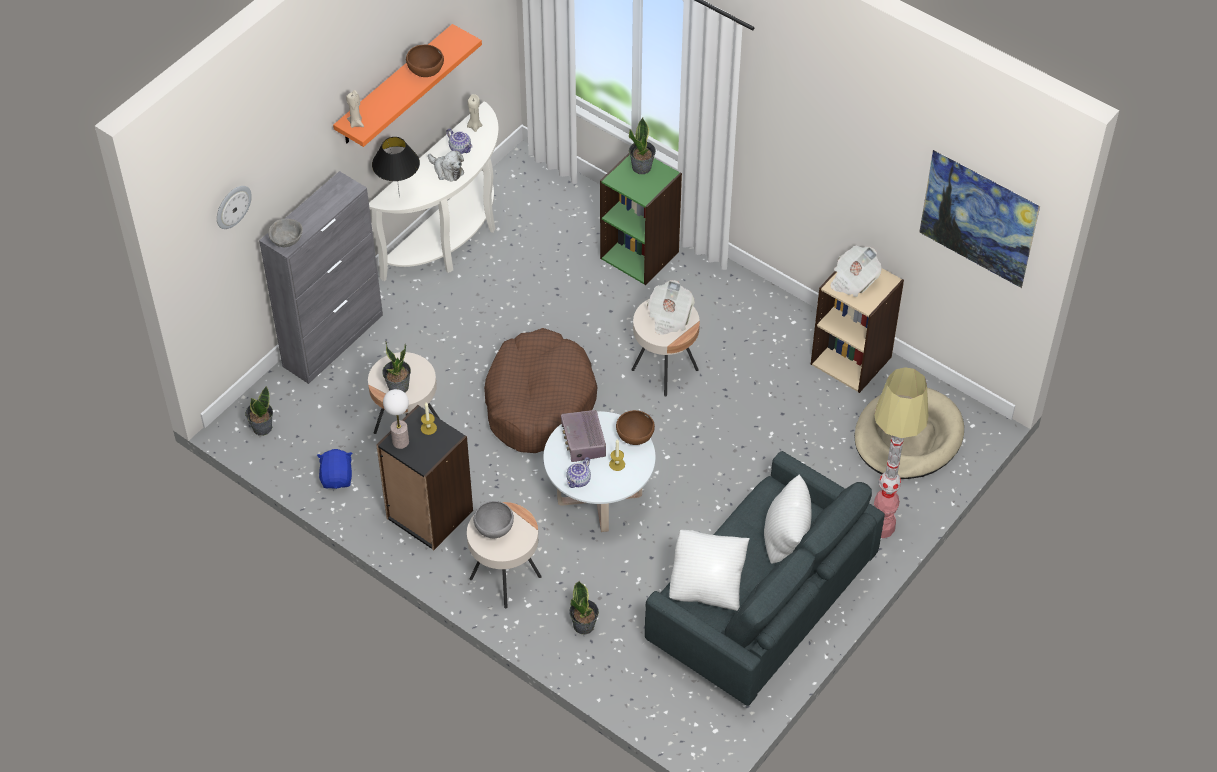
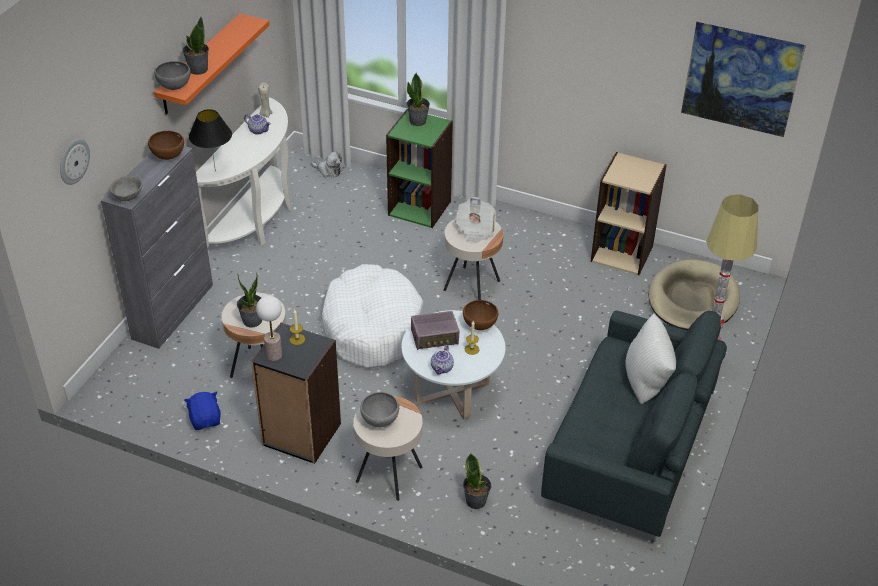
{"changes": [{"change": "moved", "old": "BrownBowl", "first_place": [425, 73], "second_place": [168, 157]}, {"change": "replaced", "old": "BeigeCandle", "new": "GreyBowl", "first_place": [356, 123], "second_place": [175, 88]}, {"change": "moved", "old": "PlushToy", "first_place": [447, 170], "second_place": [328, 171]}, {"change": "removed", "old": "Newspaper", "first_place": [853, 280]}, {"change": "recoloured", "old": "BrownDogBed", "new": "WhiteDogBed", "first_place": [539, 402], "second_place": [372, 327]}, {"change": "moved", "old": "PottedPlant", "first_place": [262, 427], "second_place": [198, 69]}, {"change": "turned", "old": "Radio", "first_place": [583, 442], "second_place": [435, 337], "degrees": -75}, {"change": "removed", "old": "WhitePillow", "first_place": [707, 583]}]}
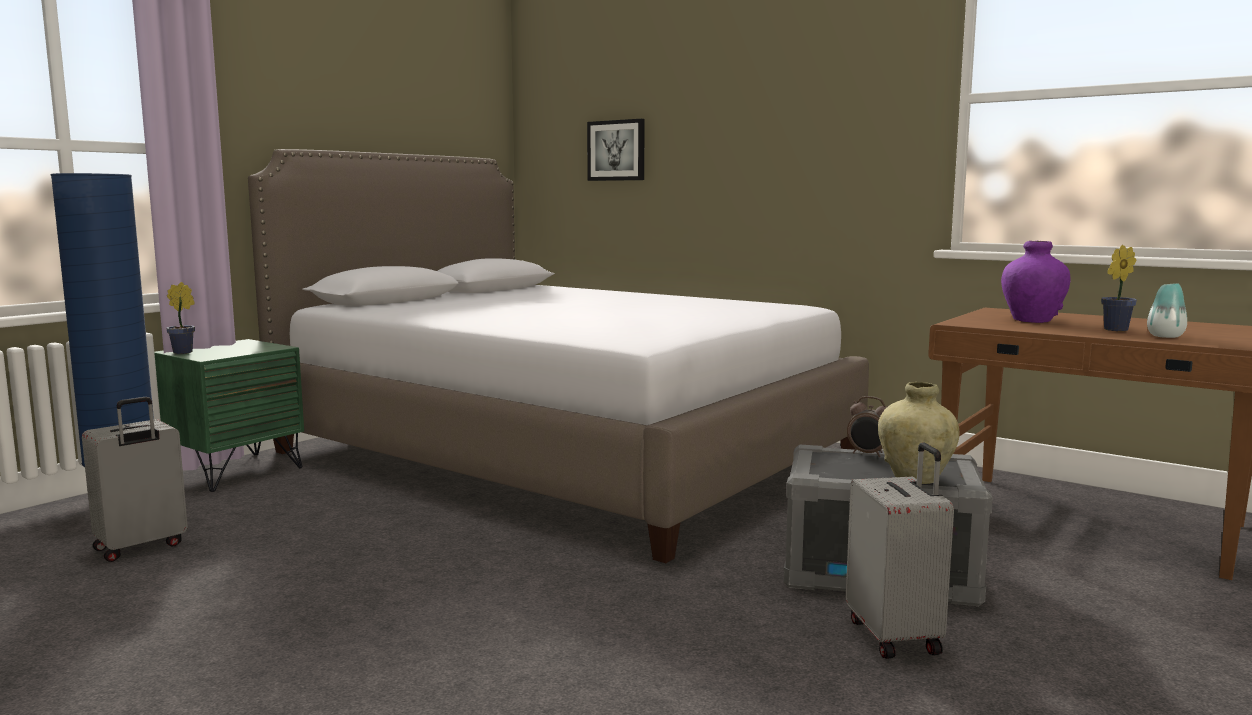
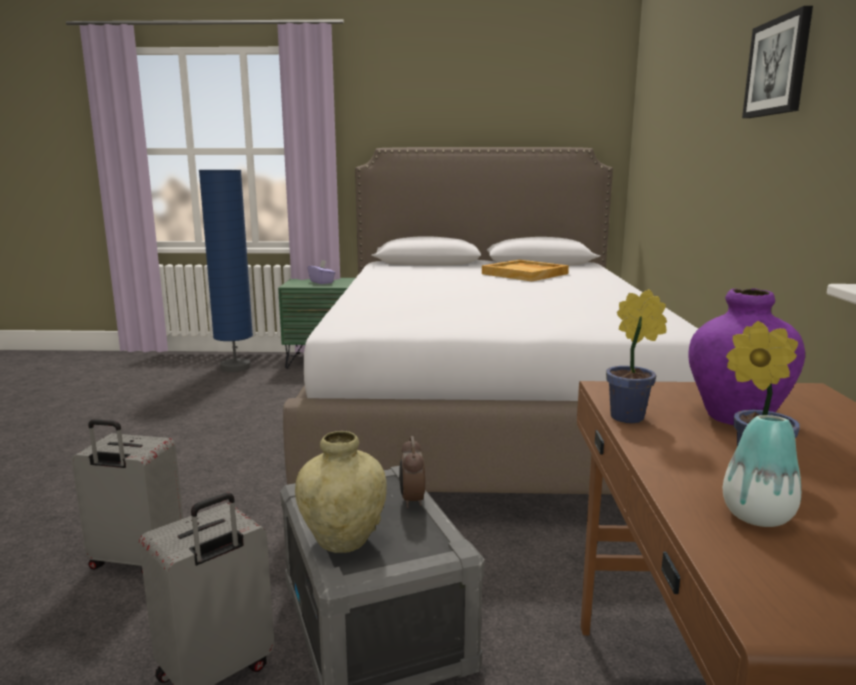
{"changes": [{"change": "moved", "old": "Picture", "first_place": [616, 150], "second_place": [778, 67]}, {"change": "moved", "old": "PottedPlant", "first_place": [185, 352], "second_place": [632, 417]}, {"change": "moved", "old": "GreySuitcase", "first_place": [141, 547], "second_place": [135, 561]}, {"change": "added", "new": "PurpleTissueBox", "second_place": [322, 282]}, {"change": "added", "new": "BeigeTray", "second_place": [525, 274]}]}
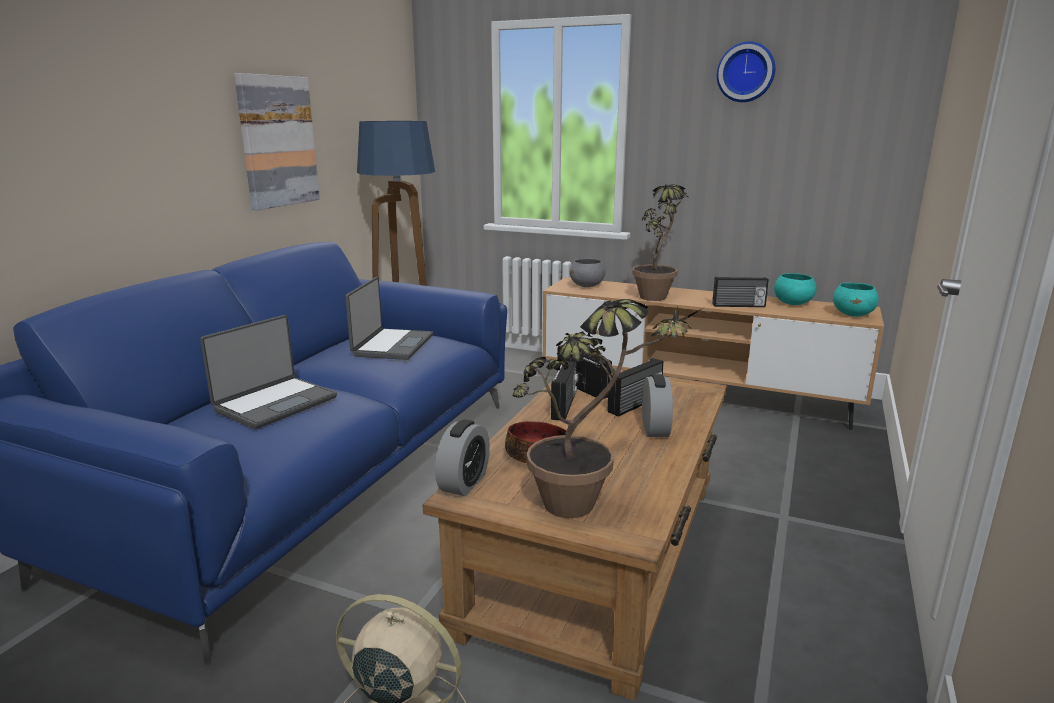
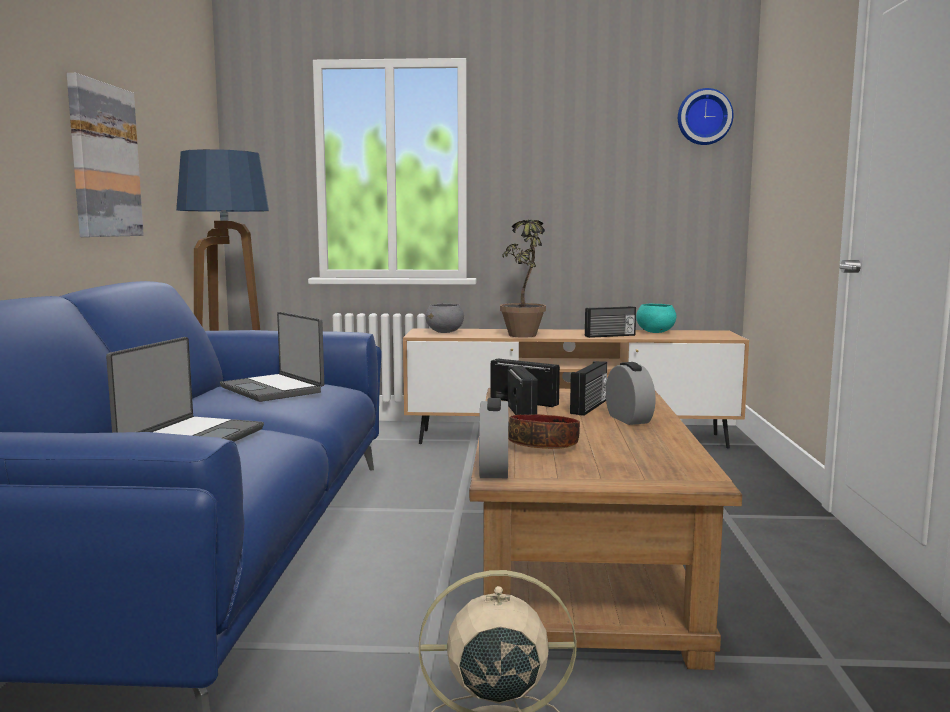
{"changes": [{"change": "moved", "old": "WallClock", "first_place": [746, 72], "second_place": [704, 117]}, {"change": "turned", "old": "Laptop", "first_place": [391, 345], "second_place": [273, 389], "degrees": 150}, {"change": "removed", "old": "TurquoiseBowl", "first_place": [853, 314]}, {"change": "removed", "old": "PottedPlant", "first_place": [588, 505]}]}
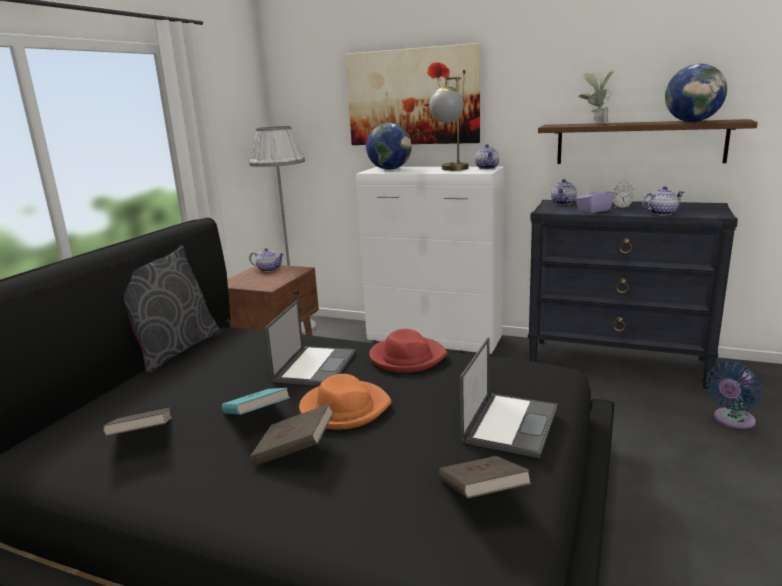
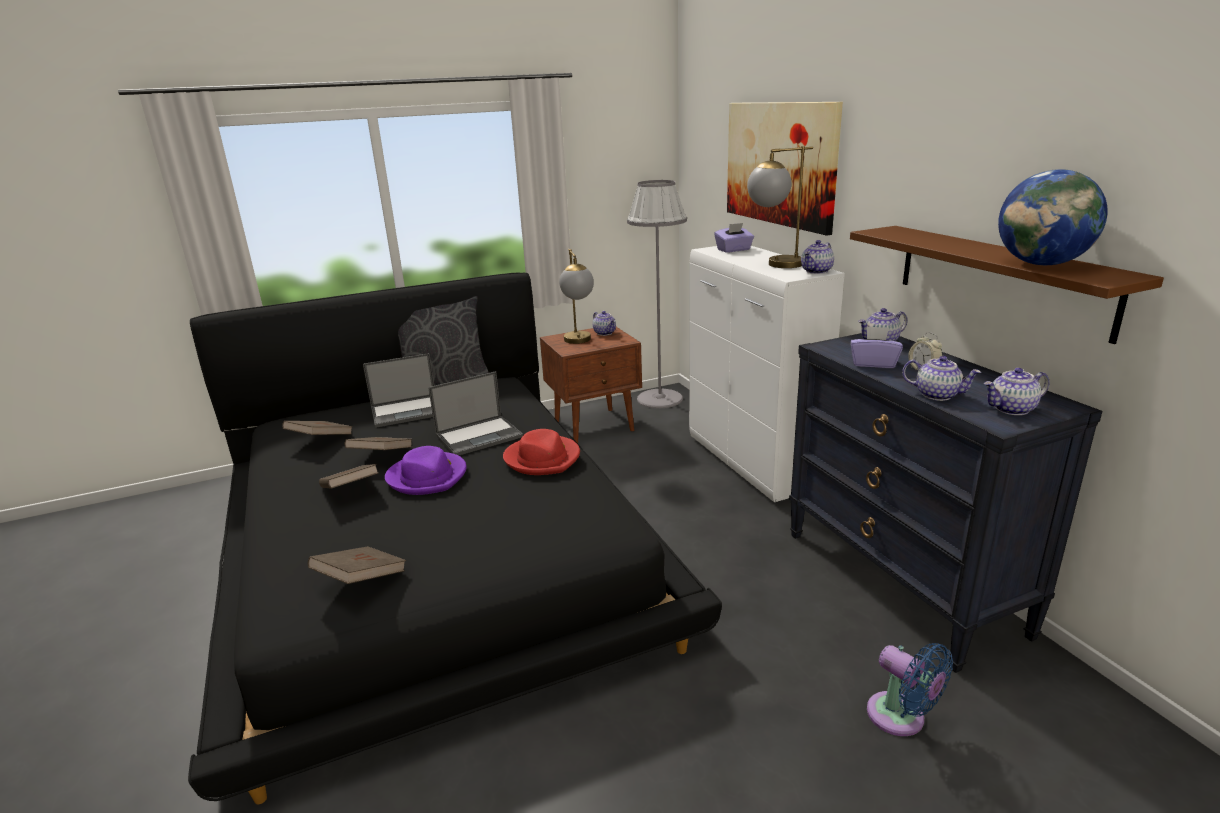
{"changes": [{"change": "removed", "old": "PottedPlant", "first_place": [595, 124]}, {"change": "replaced", "old": "Globe", "new": "PurpleTissueBox", "first_place": [389, 169], "second_place": [734, 250]}, {"change": "moved", "old": "Laptop", "first_place": [510, 423], "second_place": [408, 411]}, {"change": "turned", "old": "BlueFan", "first_place": [732, 420], "second_place": [901, 718], "degrees": -135}, {"change": "recoloured", "old": "OrangeHat", "new": "PurpleHat", "first_place": [344, 408], "second_place": [428, 476]}, {"change": "recoloured", "old": "TurquoiseBook", "new": "BrownBook", "first_place": [256, 417], "second_place": [381, 456]}, {"change": "added", "new": "TableLamp", "second_place": [579, 342]}, {"change": "added", "new": "Teapot", "second_place": [1011, 409]}]}
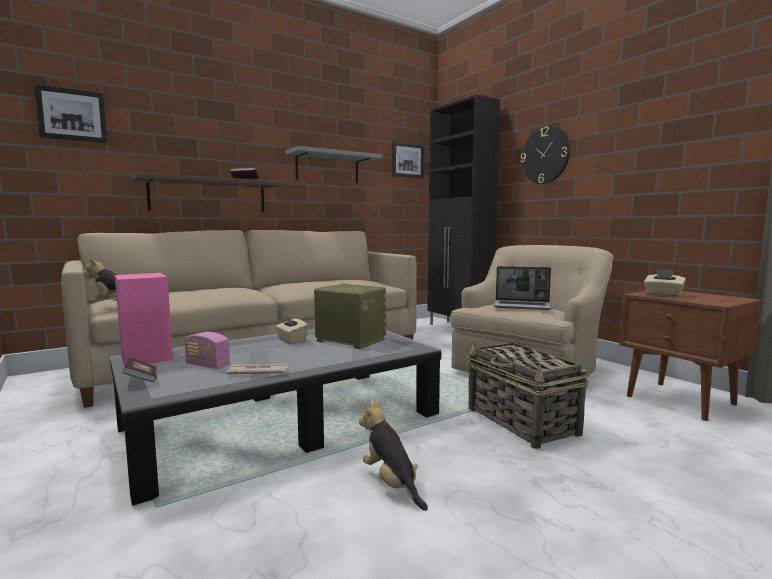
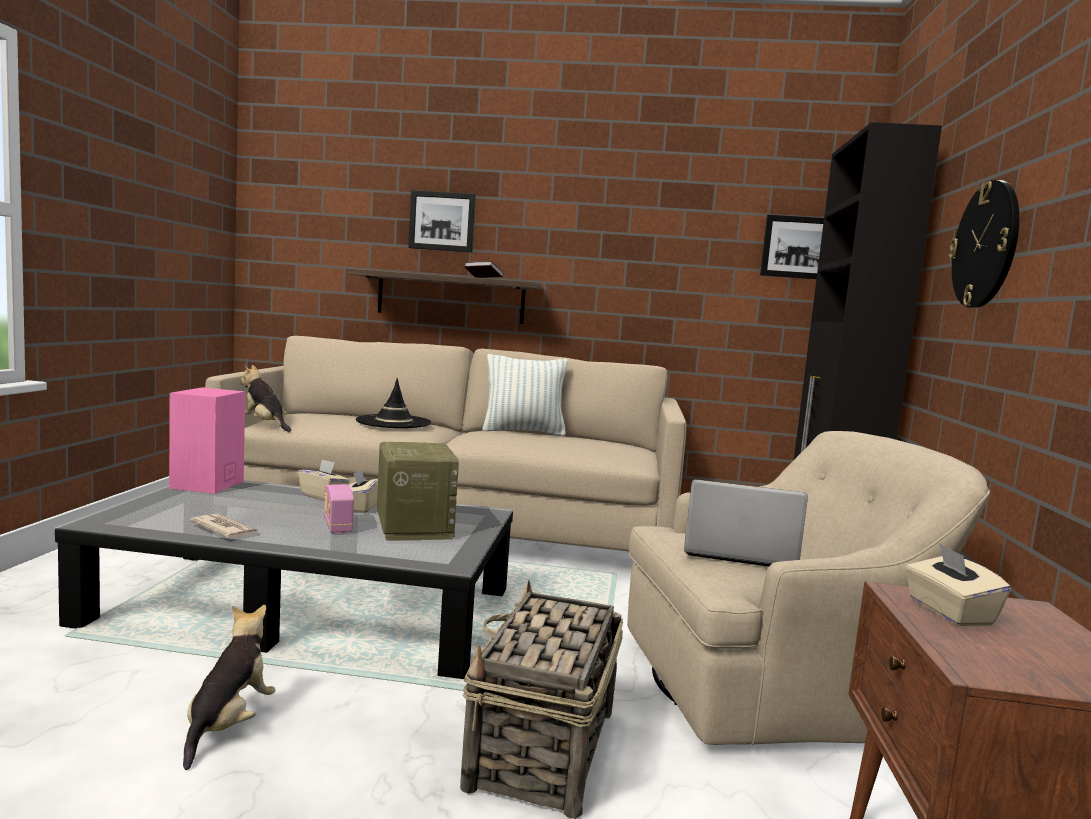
{"changes": [{"change": "moved", "old": "Picture", "first_place": [72, 115], "second_place": [442, 221]}, {"change": "removed", "old": "GreyShelf", "first_place": [327, 168]}, {"change": "turned", "old": "Laptop", "first_place": [522, 306], "second_place": [736, 552], "degrees": 135}, {"change": "moved", "old": "Radio", "first_place": [207, 365], "second_place": [337, 526]}, {"change": "removed", "old": "Book", "first_place": [141, 380]}, {"change": "added", "new": "Pillow", "second_place": [523, 432]}, {"change": "added", "new": "BlackHat", "second_place": [393, 422]}, {"change": "added", "new": "BeigeTissueBox", "second_place": [323, 495]}]}
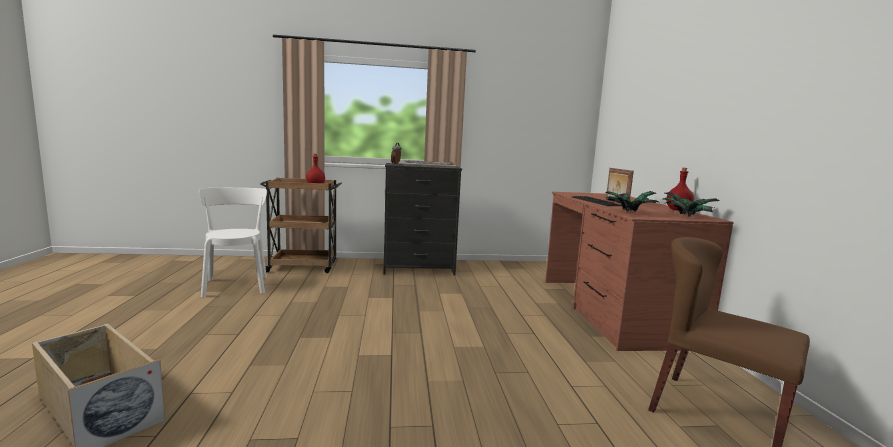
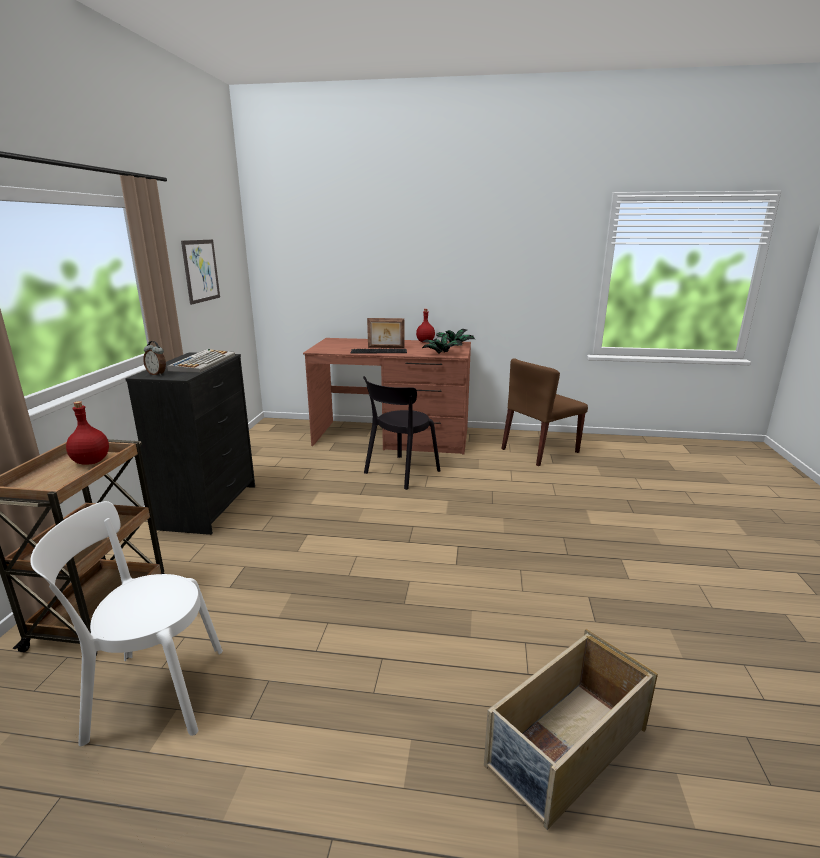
{"changes": [{"change": "added", "new": "Picture", "second_place": [201, 271]}, {"change": "added", "new": "BlackChair", "second_place": [399, 473]}]}
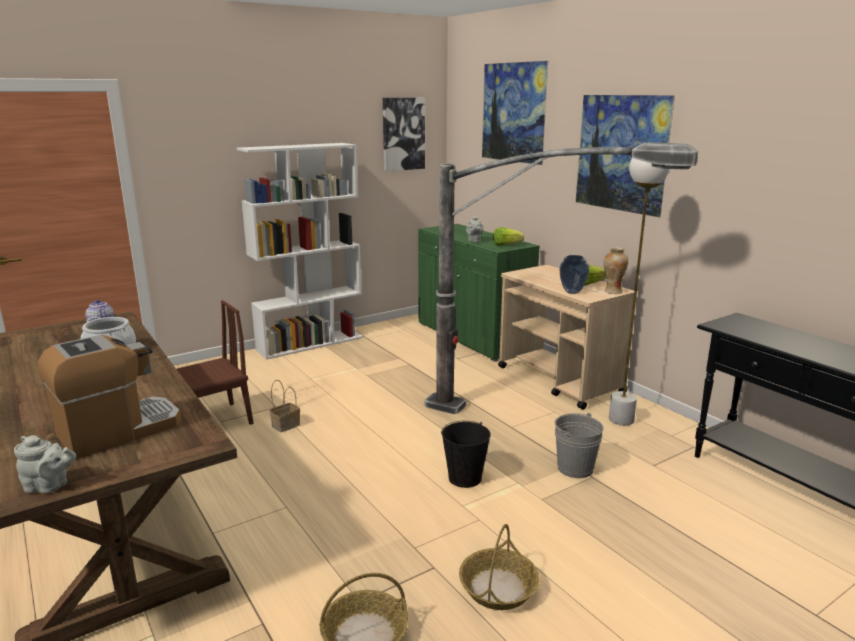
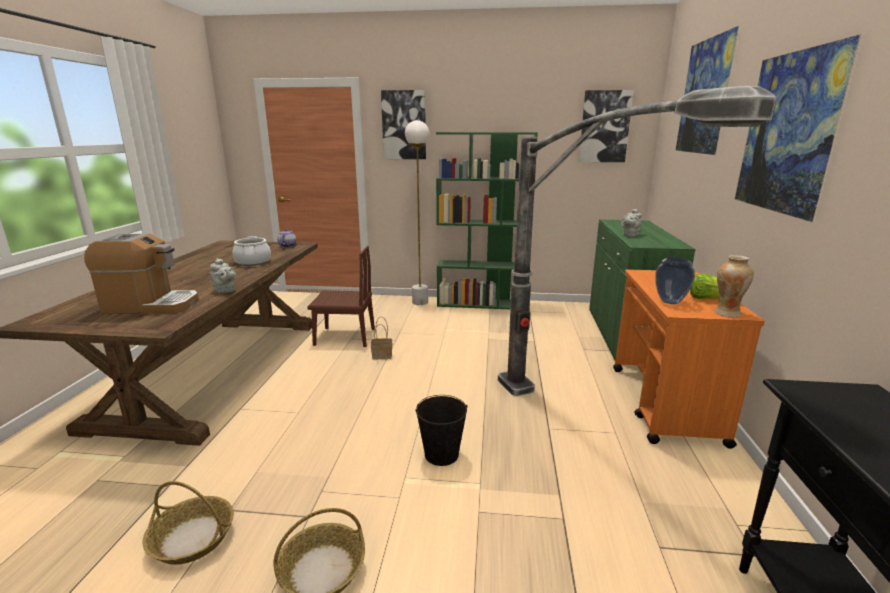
{"changes": [{"change": "recoloured", "old": "WhiteBookcase", "new": "GreenBookcase", "first_place": [310, 343], "second_place": [482, 303]}, {"change": "moved", "old": "WhiteFloorLamp", "first_place": [621, 420], "second_place": [420, 302]}, {"change": "removed", "old": "Lettuce", "first_place": [506, 245]}, {"change": "recoloured", "old": "BeigeCart", "new": "OrangeCart", "first_place": [559, 380], "second_place": [665, 404]}, {"change": "removed", "old": "GreyBucket", "first_place": [575, 468]}, {"change": "moved", "old": "GreyTeapot", "first_place": [49, 486], "second_place": [225, 291]}, {"change": "added", "new": "Picture", "second_place": [404, 125]}]}
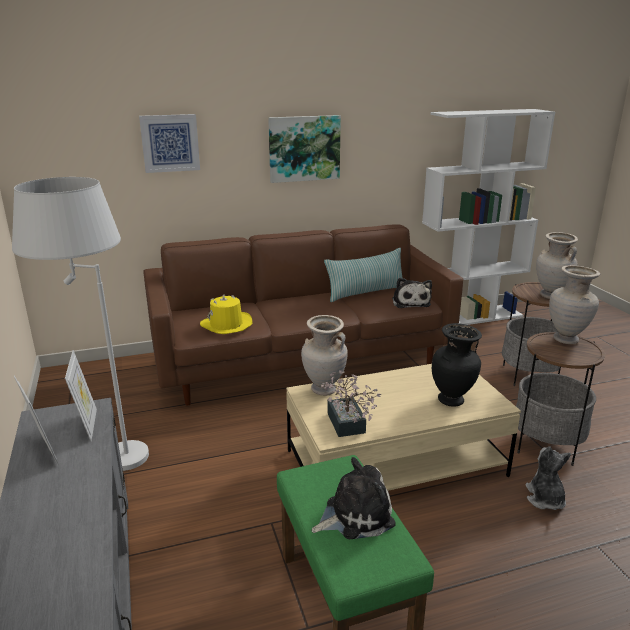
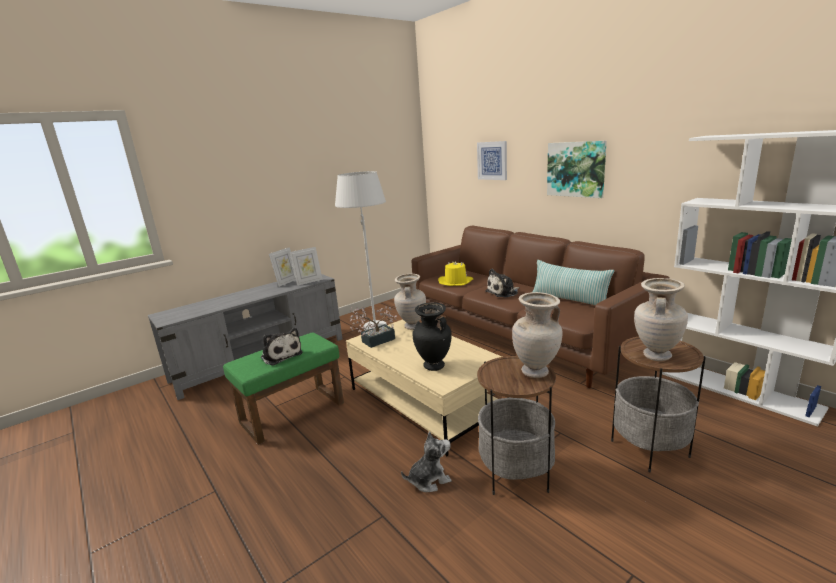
{"changes": [{"change": "moved", "old": "PlushToy", "first_place": [410, 302], "second_place": [503, 292]}]}
